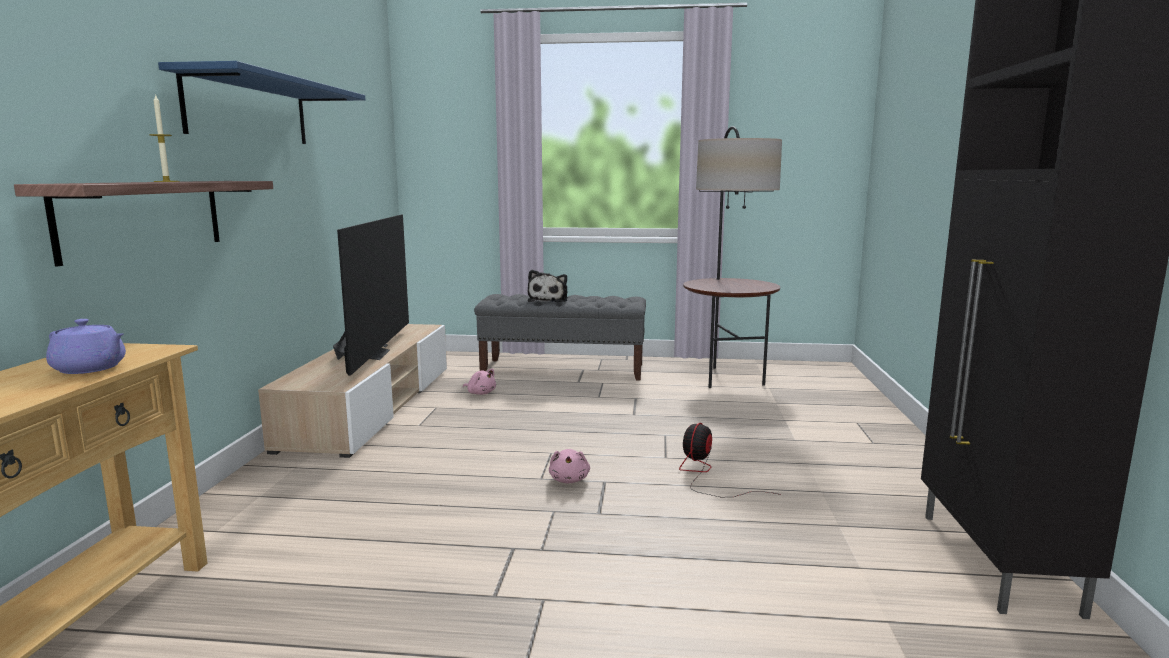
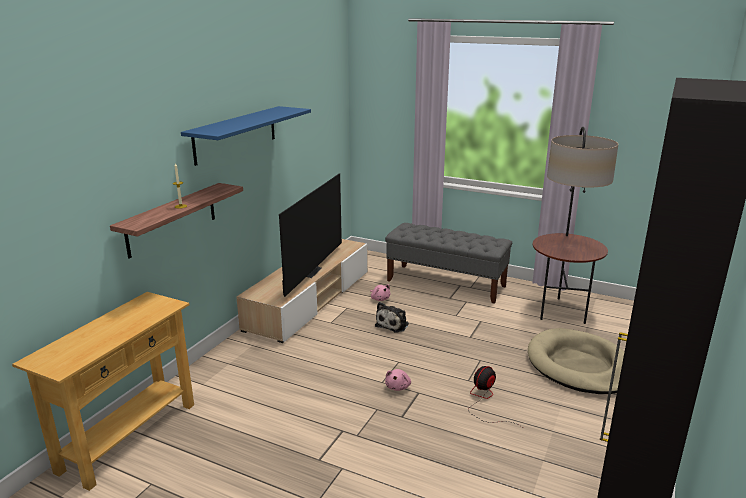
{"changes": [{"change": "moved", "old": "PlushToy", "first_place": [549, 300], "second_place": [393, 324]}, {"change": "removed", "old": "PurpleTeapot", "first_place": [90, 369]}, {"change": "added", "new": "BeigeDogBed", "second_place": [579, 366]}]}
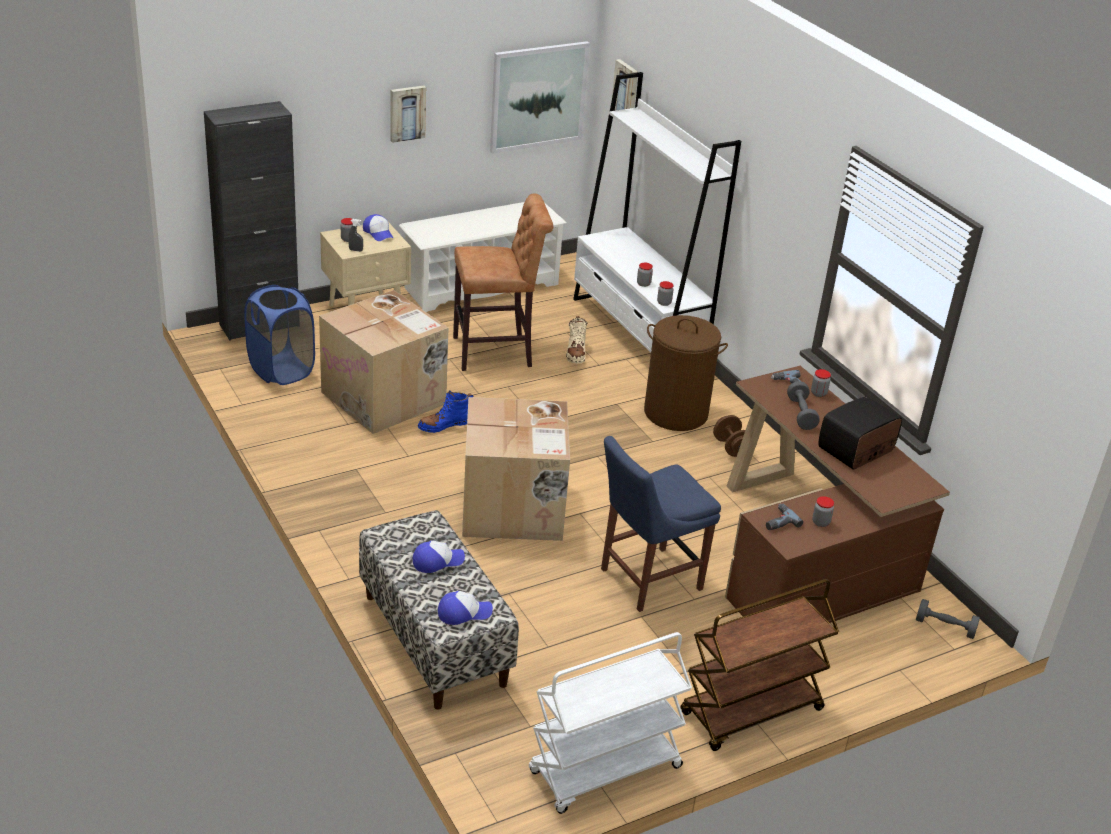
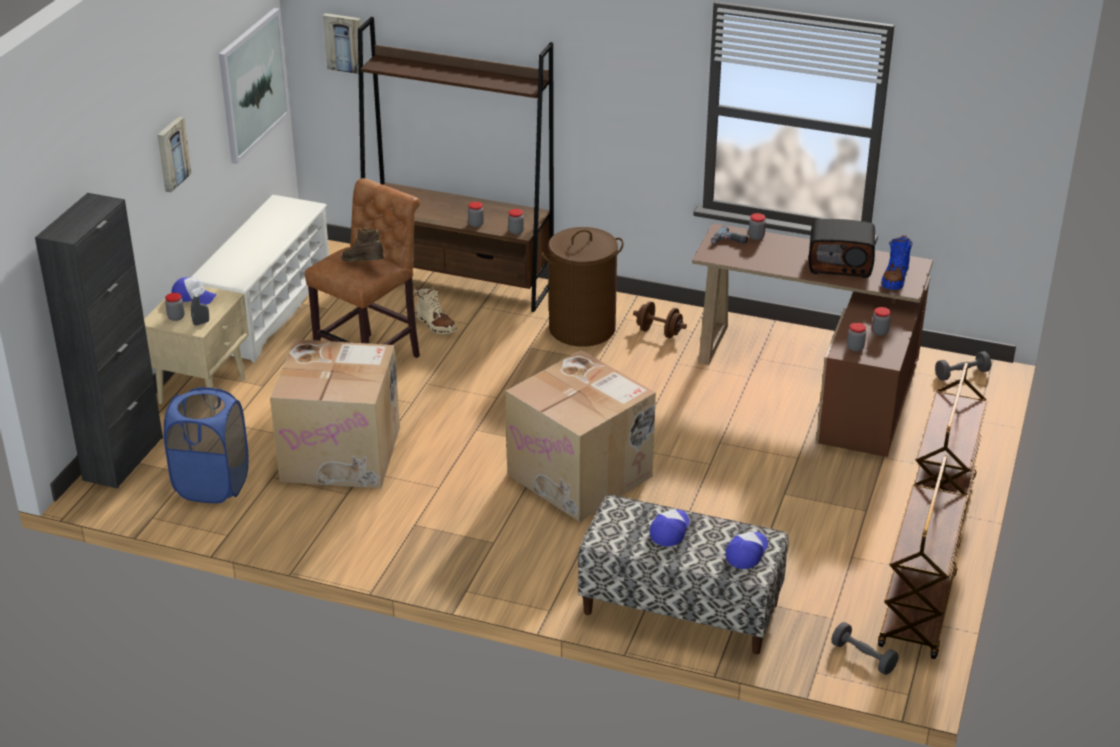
{"changes": [{"change": "recoloured", "old": "WhiteBookcase", "new": "BrownBookcase", "first_place": [637, 334], "second_place": [458, 281]}, {"change": "moved", "old": "GreyDumbbell", "first_place": [801, 414], "second_place": [863, 657]}, {"change": "moved", "old": "BlueBoot", "first_place": [444, 425], "second_place": [895, 278]}, {"change": "turned", "old": "Radio", "first_place": [856, 450], "second_place": [840, 264], "degrees": -90}, {"change": "removed", "old": "BlueChair", "first_place": [646, 580]}, {"change": "replaced", "old": "PowerDrill", "new": "Jar", "first_place": [778, 521], "second_place": [855, 348]}, {"change": "recoloured", "old": "WhiteCart", "new": "BrownCart", "first_place": [604, 771], "second_place": [918, 612]}, {"change": "added", "new": "BrownBoot", "second_place": [364, 266]}]}
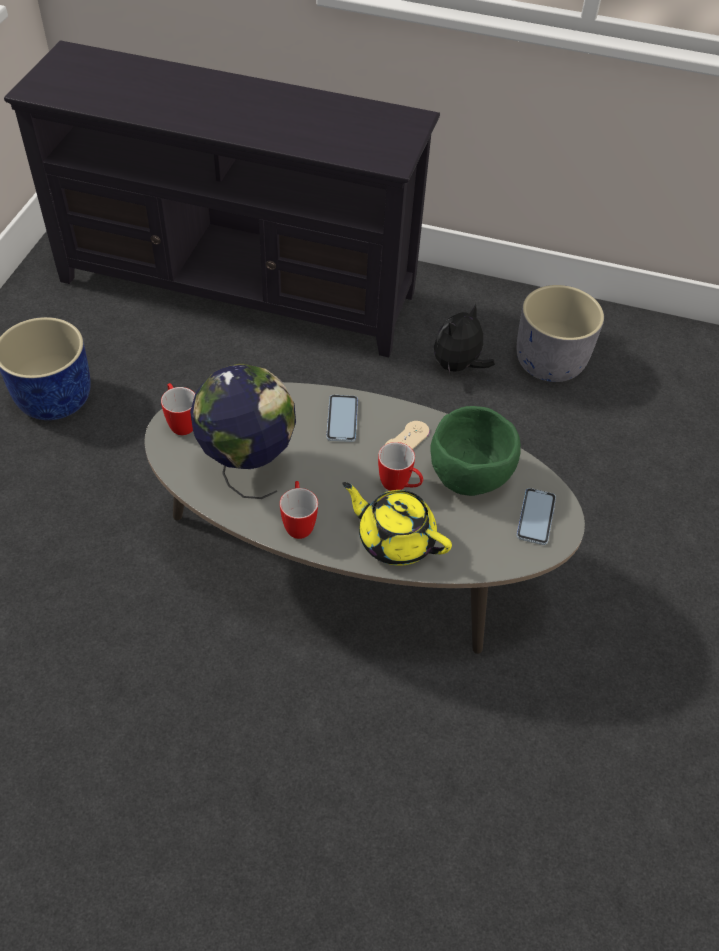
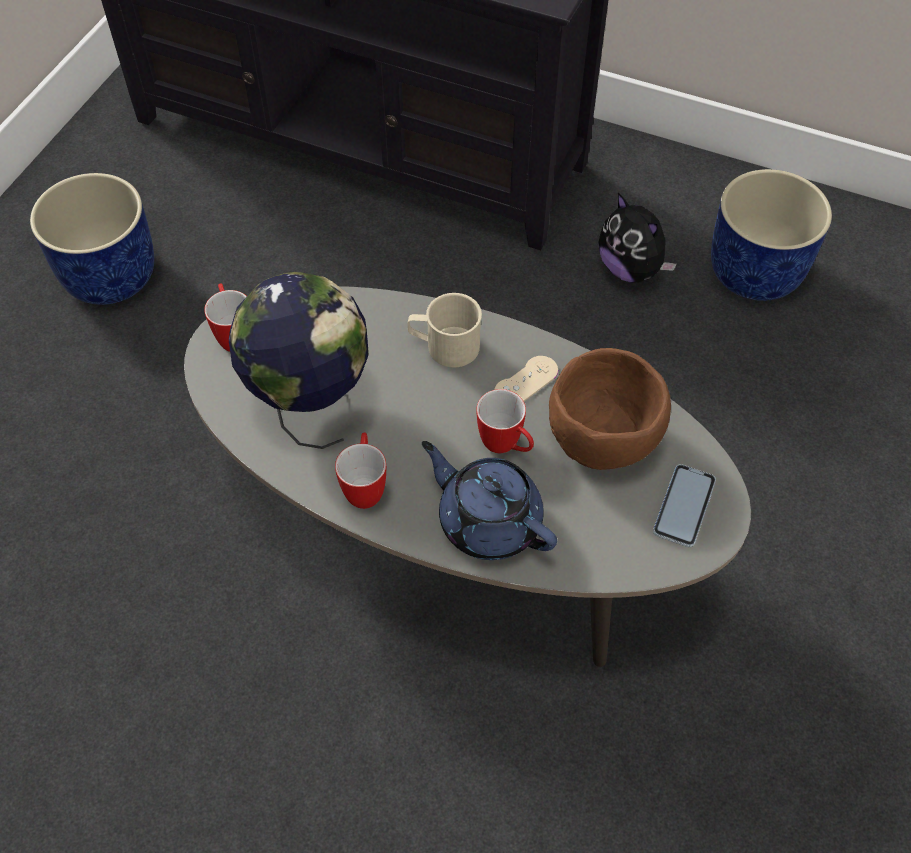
{"changes": [{"change": "recoloured", "old": "GreyPlanter", "new": "BluePlanter", "first_place": [548, 362], "second_place": [753, 271]}, {"change": "turned", "old": "PlushToy", "first_place": [458, 366], "second_place": [631, 269], "degrees": -90}, {"change": "replaced", "old": "Phone", "new": "BeigeMug", "first_place": [342, 419], "second_place": [444, 346]}, {"change": "recoloured", "old": "GreenBowl", "new": "BrownBowl", "first_place": [470, 474], "second_place": [604, 438]}, {"change": "recoloured", "old": "YellowTeapot", "new": "BlueTeapot", "first_place": [395, 539], "second_place": [488, 520]}]}
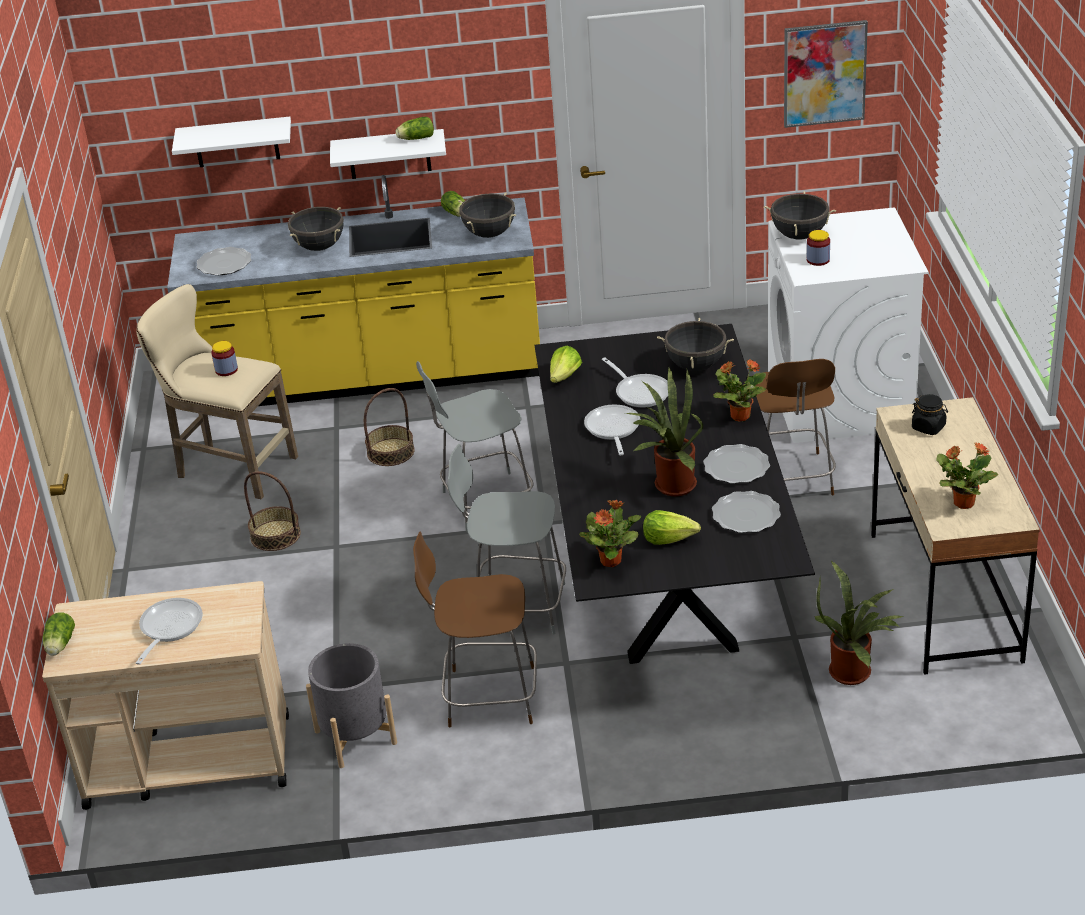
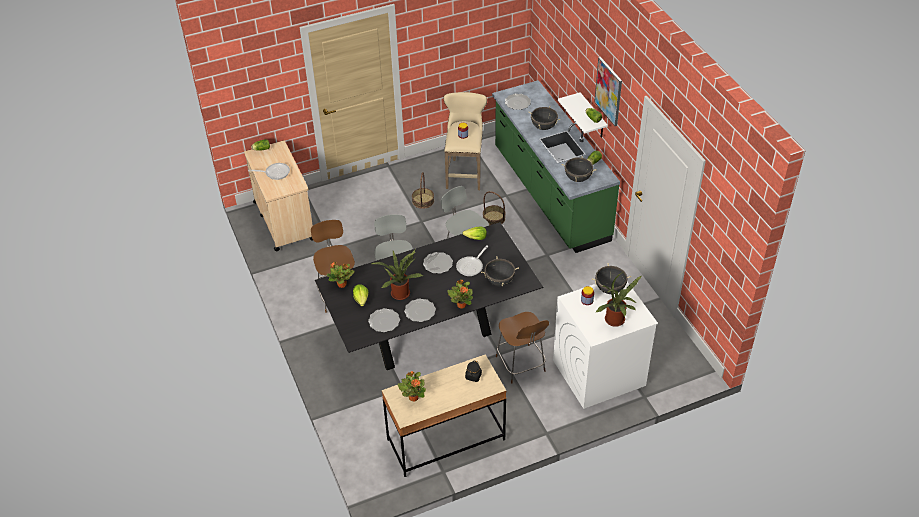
{"changes": [{"change": "moved", "old": "Picture", "first_place": [824, 73], "second_place": [608, 91]}, {"change": "removed", "old": "WhiteShelf", "first_place": [236, 142]}, {"change": "recoloured", "old": "YellowCounter", "new": "GreenCounter", "first_place": [370, 378], "second_place": [549, 195]}, {"change": "turned", "old": "BrownChair", "first_place": [790, 480], "second_place": [521, 365], "degrees": -90}, {"change": "replaced", "old": "FryingPan", "new": "Plate", "first_place": [612, 430], "second_place": [437, 264]}, {"change": "moved", "old": "PottedPlant", "first_place": [854, 672], "second_place": [616, 321]}, {"change": "removed", "old": "GreyPlanter", "first_place": [355, 737]}]}
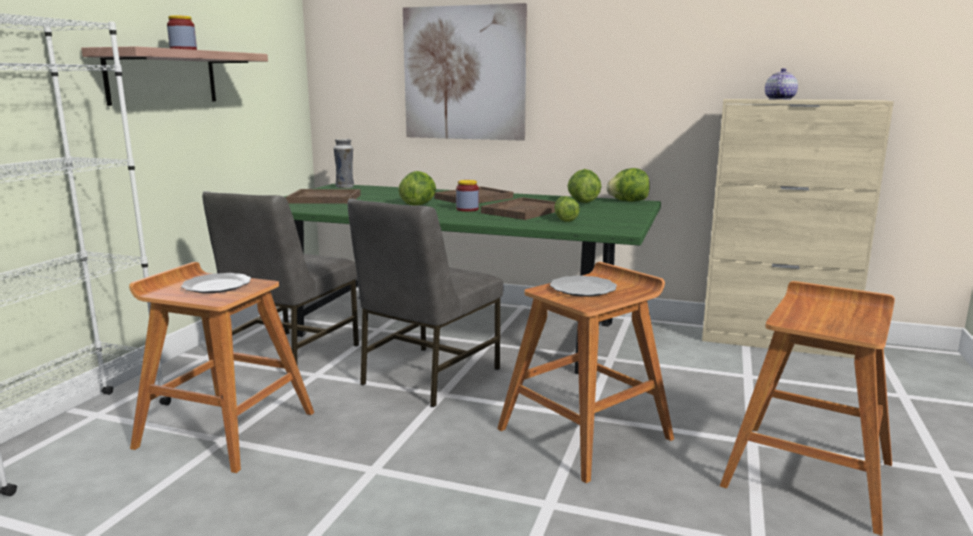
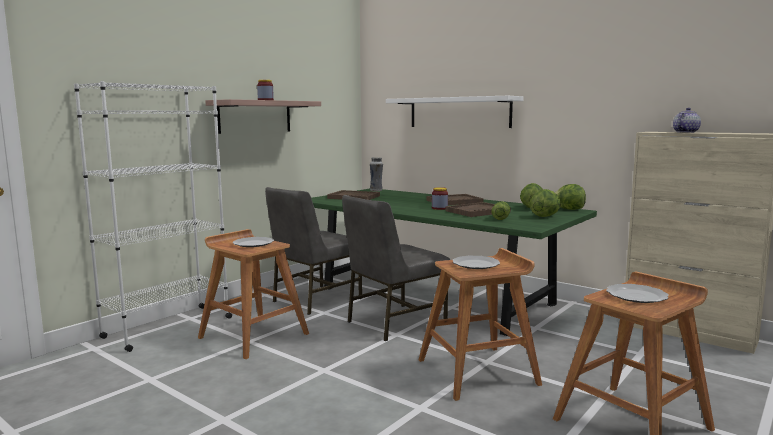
{"changes": [{"change": "replaced", "old": "Picture", "new": "WhiteShelf", "first_place": [464, 73], "second_place": [459, 112]}, {"change": "moved", "old": "Lettuce", "first_place": [419, 205], "second_place": [545, 216]}, {"change": "added", "new": "Plate", "second_place": [635, 295]}]}
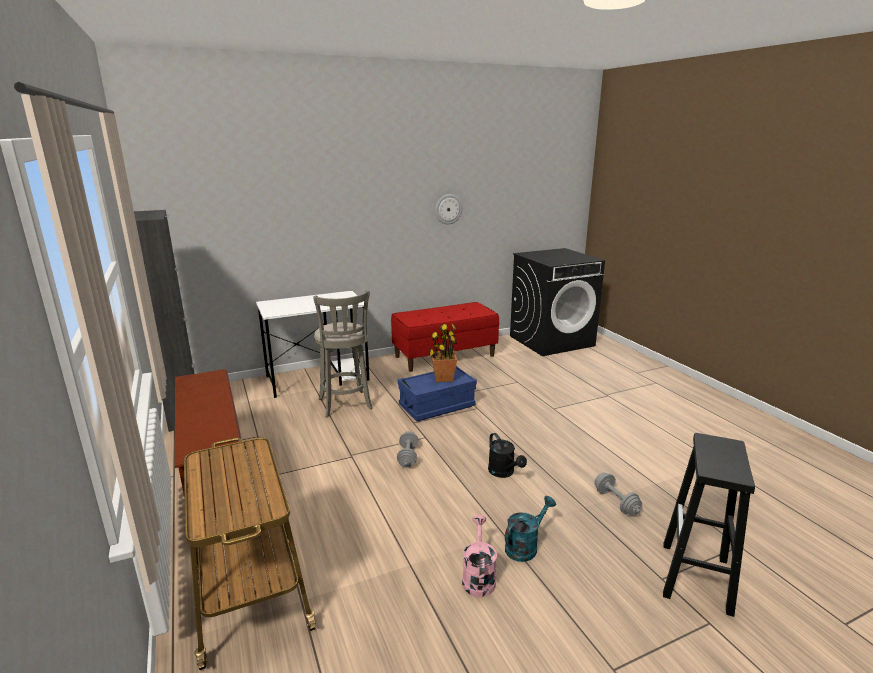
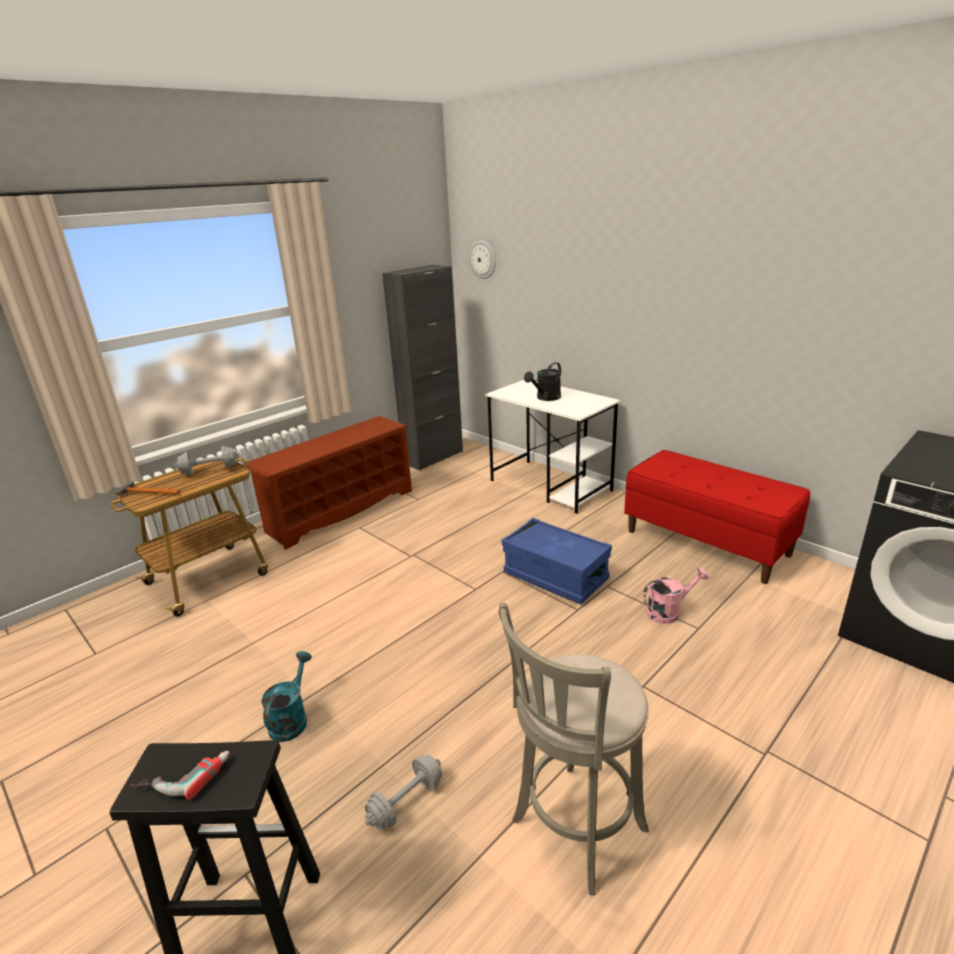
{"changes": [{"change": "moved", "old": "WallClock", "first_place": [448, 209], "second_place": [483, 259]}, {"change": "moved", "old": "GreyStool", "first_place": [345, 405], "second_place": [574, 830]}, {"change": "removed", "old": "PottedPlant", "first_place": [443, 378]}, {"change": "moved", "old": "GreyDumbbell", "first_place": [408, 457], "second_place": [209, 470]}, {"change": "moved", "old": "BlackWateringCan", "first_place": [504, 473], "second_place": [546, 398]}, {"change": "turned", "old": "TurquoiseWateringCan", "first_place": [525, 546], "second_place": [291, 719], "degrees": -105}, {"change": "moved", "old": "PinkWateringCan", "first_place": [478, 577], "second_place": [668, 611]}, {"change": "added", "new": "Hammer", "second_place": [148, 492]}, {"change": "added", "new": "PowerDrill", "second_place": [184, 773]}]}
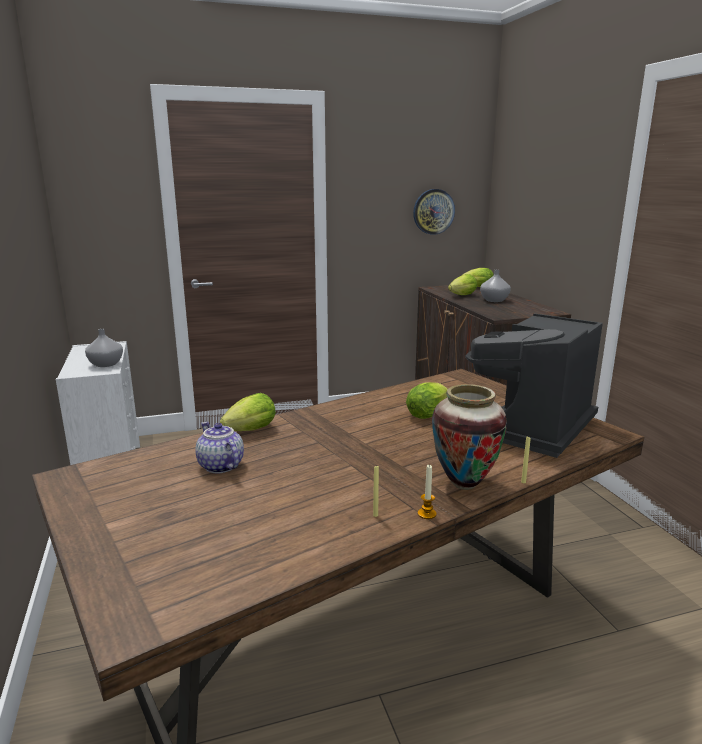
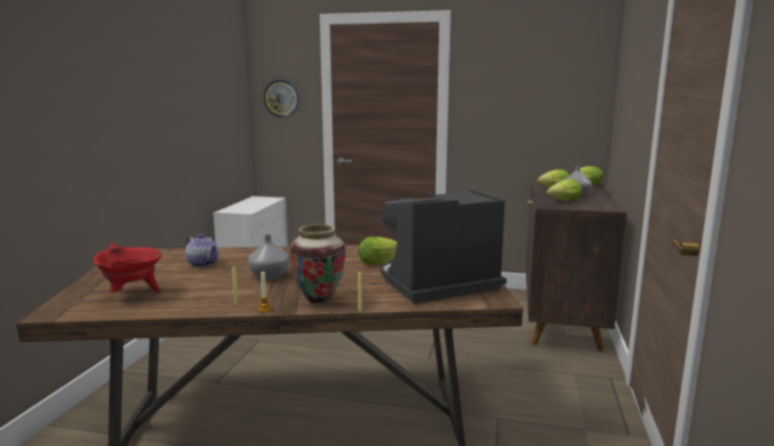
{"changes": [{"change": "moved", "old": "WallClock", "first_place": [433, 211], "second_place": [281, 98]}, {"change": "moved", "old": "GreyVase", "first_place": [106, 364], "second_place": [270, 276]}, {"change": "moved", "old": "Lettuce", "first_place": [248, 431], "second_place": [563, 201]}, {"change": "turned", "old": "Teapot", "first_place": [219, 466], "second_place": [204, 264], "degrees": 135}, {"change": "added", "new": "RedCookingPot", "second_place": [132, 294]}]}
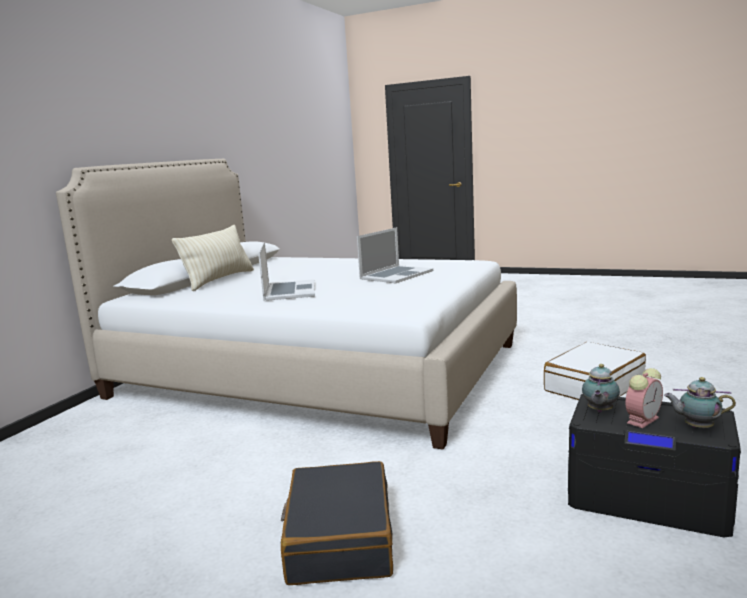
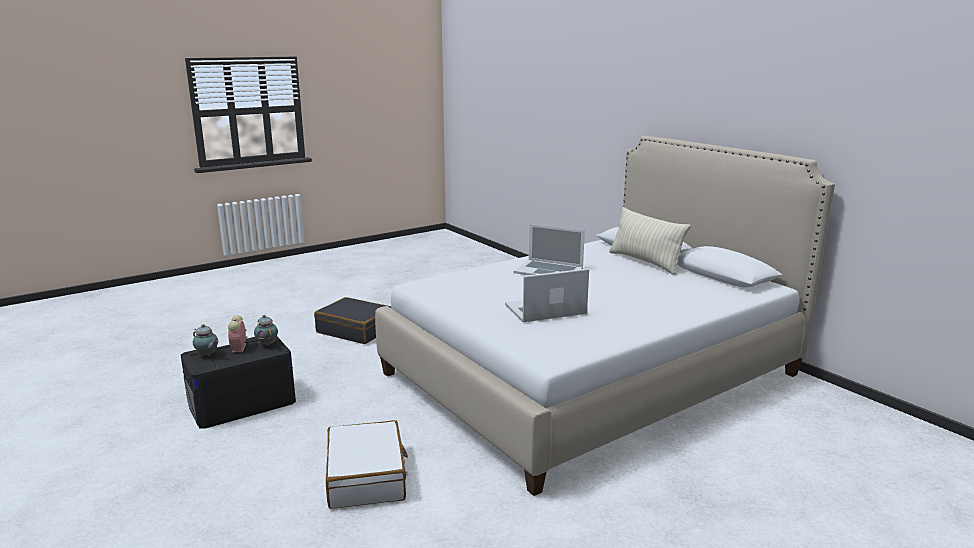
{"changes": [{"change": "turned", "old": "Laptop", "first_place": [396, 275], "second_place": [545, 309], "degrees": 90}, {"change": "turned", "old": "Teapot", "first_place": [696, 427], "second_place": [207, 355], "degrees": 75}]}
